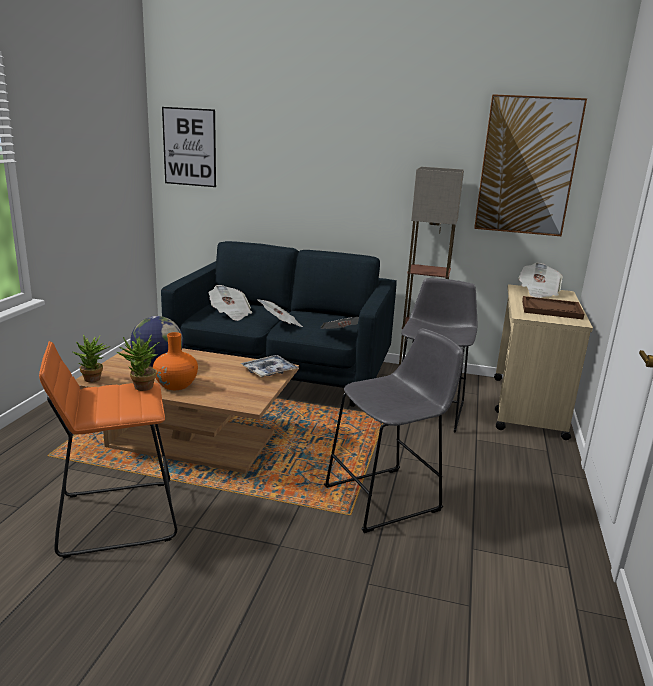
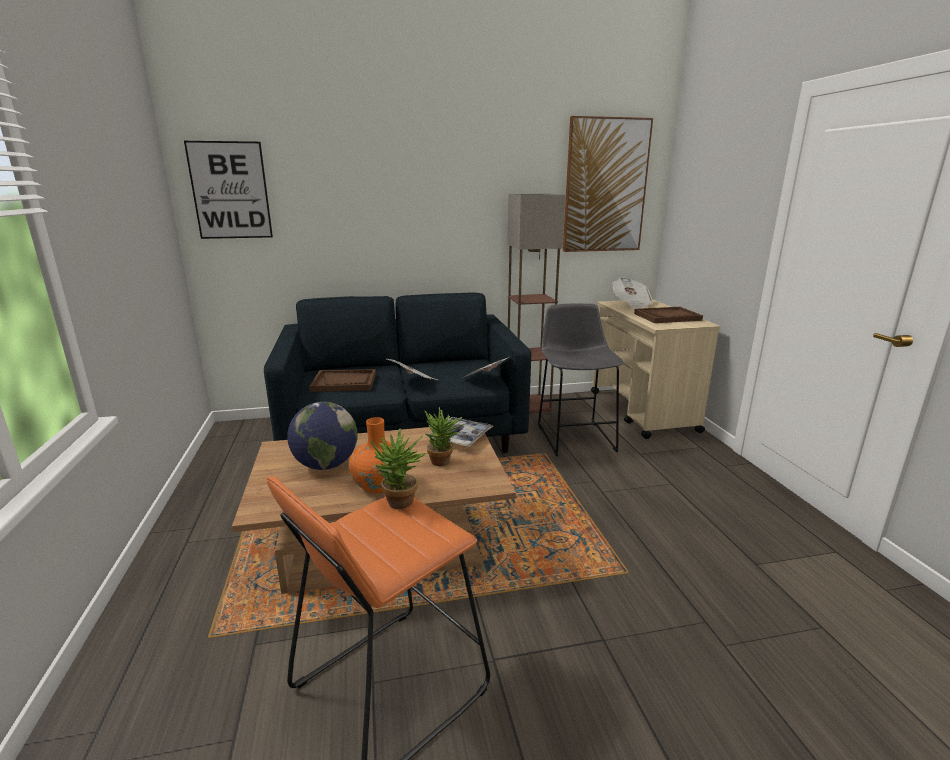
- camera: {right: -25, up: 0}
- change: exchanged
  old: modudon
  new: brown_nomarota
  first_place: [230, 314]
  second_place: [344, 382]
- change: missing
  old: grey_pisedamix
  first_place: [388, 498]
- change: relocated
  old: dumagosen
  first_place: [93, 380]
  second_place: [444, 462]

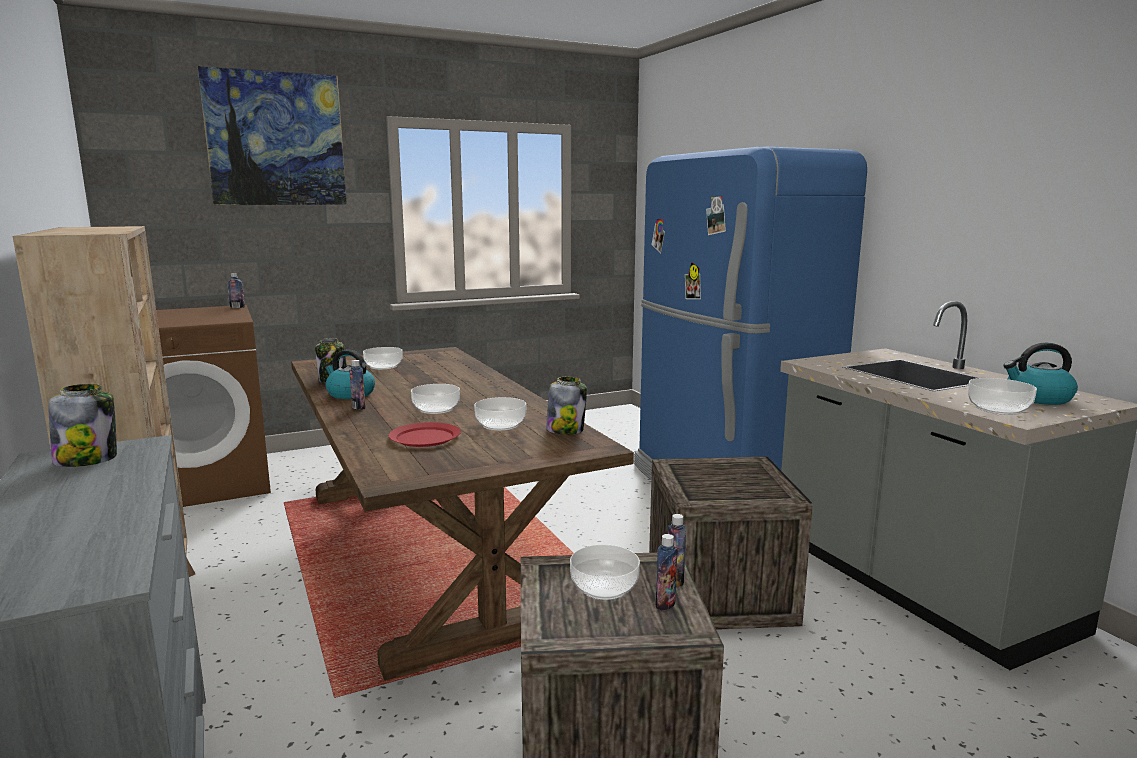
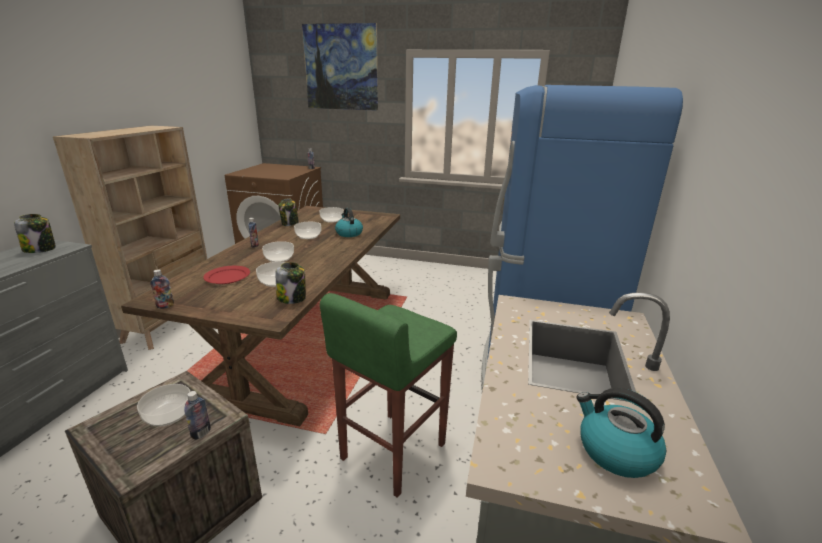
- camera: {right: 40, up: 10}
- change: relocated
  old: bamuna
  first_place: [350, 394]
  second_place: [349, 233]
- change: relocated
  old: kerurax
  first_place: [999, 409]
  second_place: [308, 236]
- change: exchanged
  old: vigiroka
  new: green_pisedamix
  first_place: [719, 594]
  second_place: [391, 451]
- change: relocated
  old: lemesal
  first_place: [665, 604]
  second_place: [165, 306]

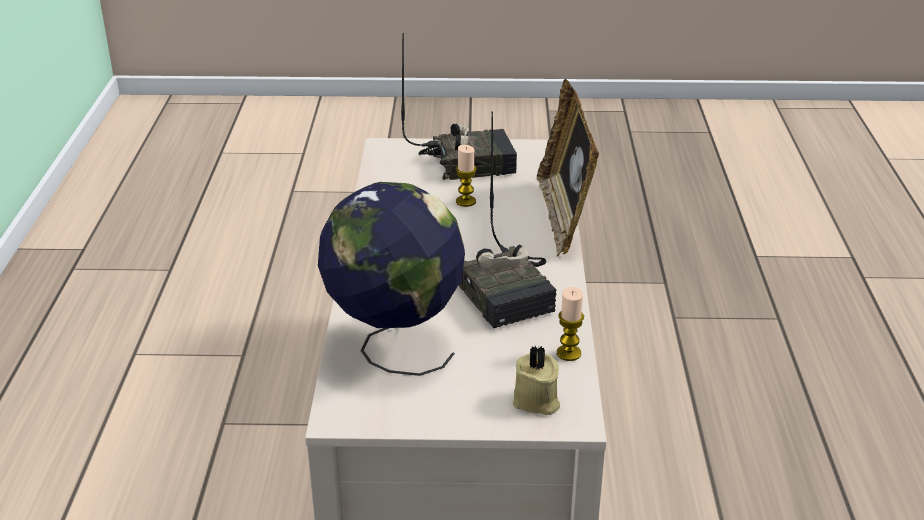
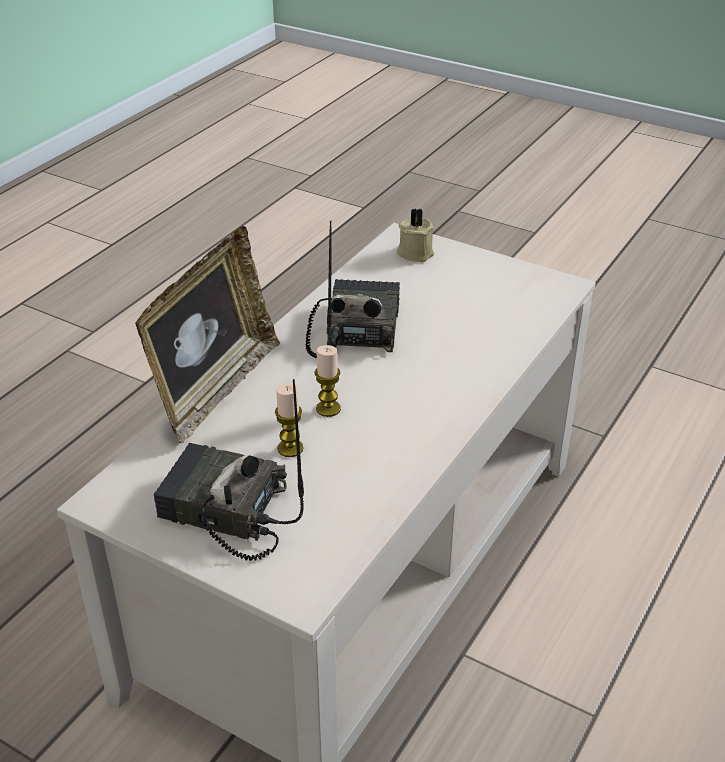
- camera: {right: -150, up: 5}
- change: missing
  old: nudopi
  first_place: [395, 346]
- change: relocated
  old: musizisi
  first_place: [568, 353]
  second_place: [328, 409]

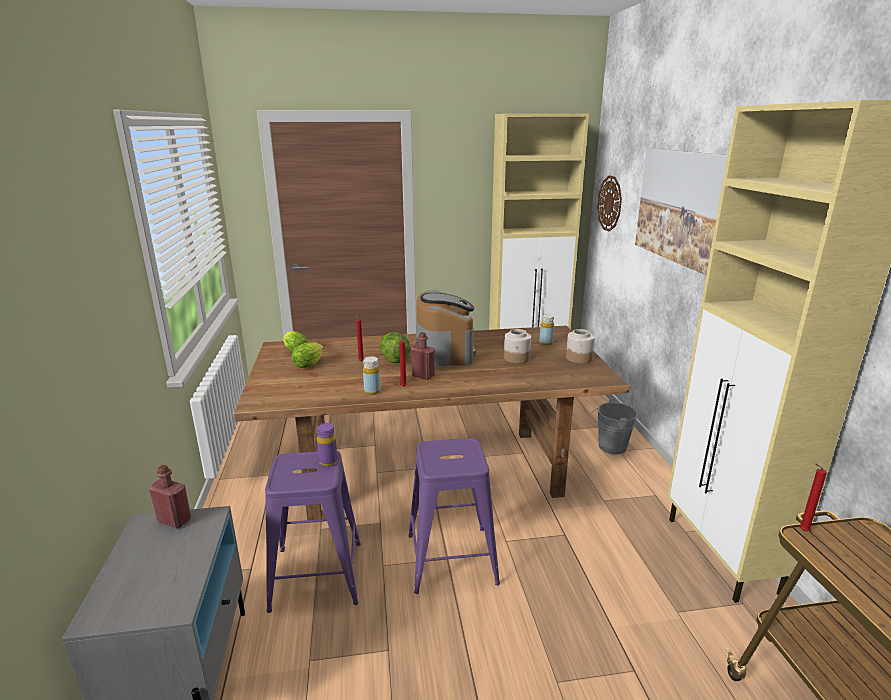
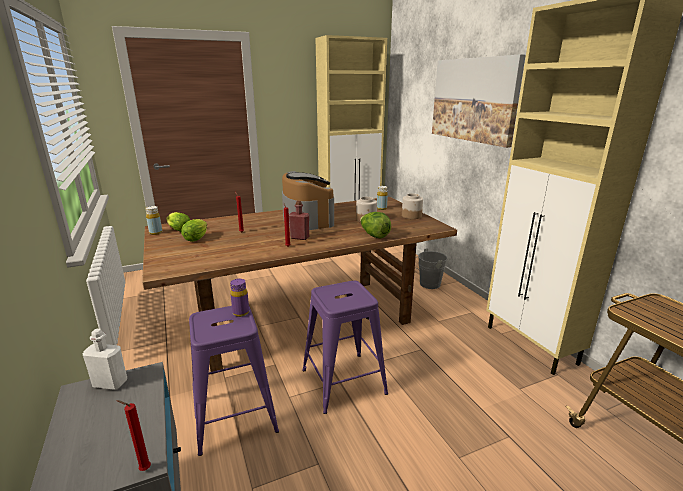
- camera: {right: -15, up: 0}
- change: missing
  old: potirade
  first_place: [610, 203]
- change: relocated
  old: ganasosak
  first_place: [394, 359]
  second_place: [374, 235]
- change: relocated
  old: yellow_lemesal
  first_place: [372, 391]
  second_place: [156, 232]
- change: relocated
  old: red_musizisi
  first_place: [802, 531]
  second_place: [143, 469]
- change: colour
  old: red_lemesal
  new: white_lemesal
  first_place: [174, 520]
  second_place: [110, 383]

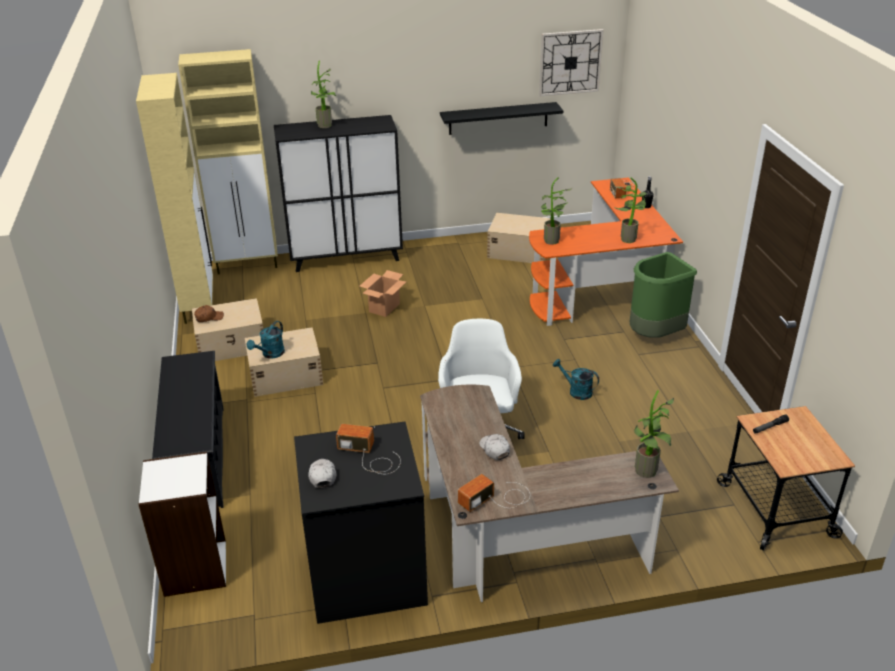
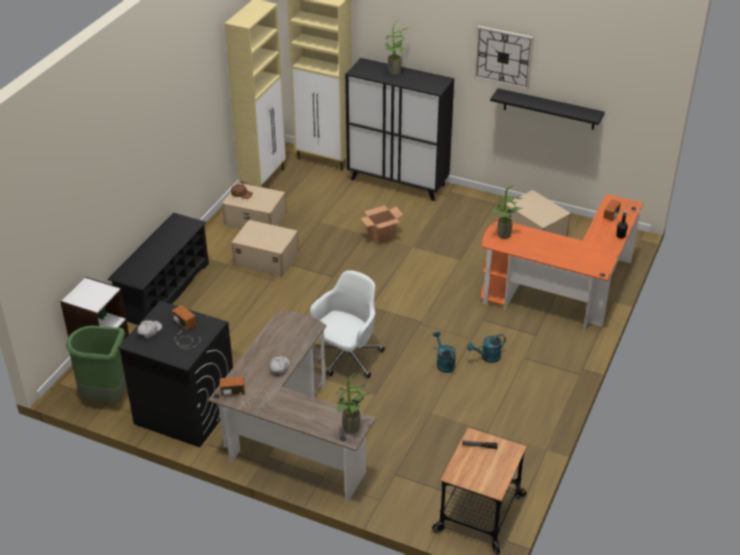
- camera: {right: 35, up: 5}
- change: relocated
  old: potirade
  first_place: [570, 62]
  second_place: [503, 57]
- change: missing
  old: dumagosen
  first_place: [628, 238]
- change: relocated
  old: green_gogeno
  first_place: [655, 335]
  second_place: [106, 396]
- change: relocated
  old: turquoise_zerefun
  first_place: [270, 354]
  second_place: [487, 357]

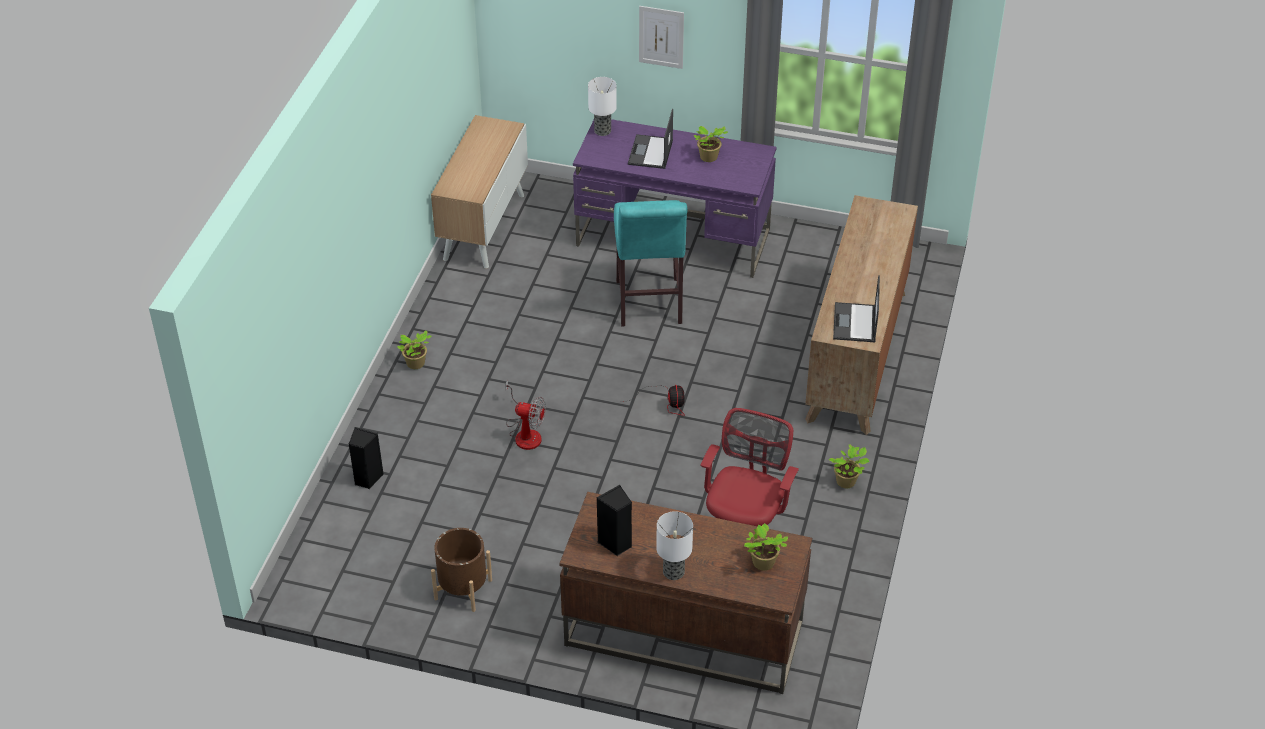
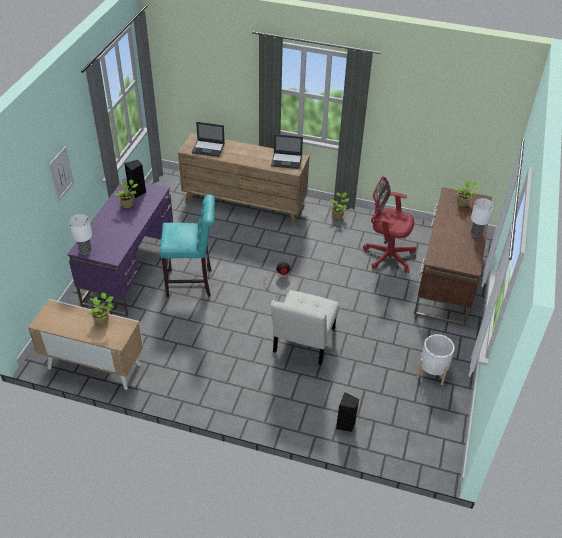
- camera: {right: -90, up: 0}
- change: relocated
  old: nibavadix
  first_place: [650, 153]
  second_place: [208, 148]
- change: relocated
  old: dumagosen
  first_place: [416, 364]
  second_place: [103, 320]
- change: exchanged
  old: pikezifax
  new: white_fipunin
  first_place: [525, 433]
  second_place: [302, 343]
- change: relocated
  old: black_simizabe
  first_place: [616, 543]
  second_place: [137, 192]
- change: colour
  old: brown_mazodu
  new: white_mazodu
  first_place: [463, 589]
  second_place: [432, 371]

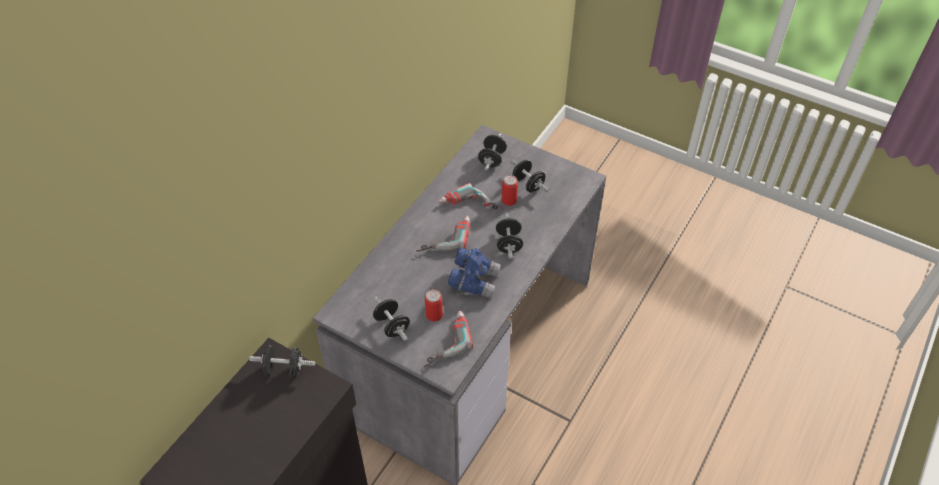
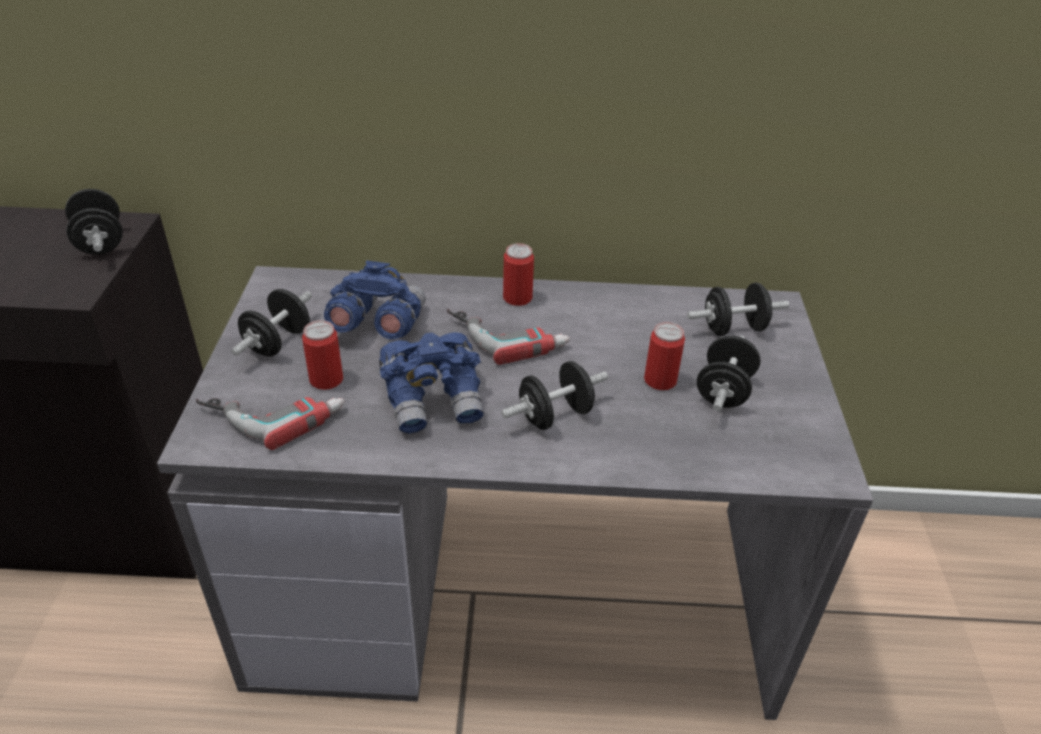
- camera: {right: 60, up: -10}
- change: missing
  old: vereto
  first_place: [469, 207]
- change: appeared
  new: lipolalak
  second_place: [517, 298]
- change: appeared
  new: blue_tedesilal
  second_place: [378, 326]

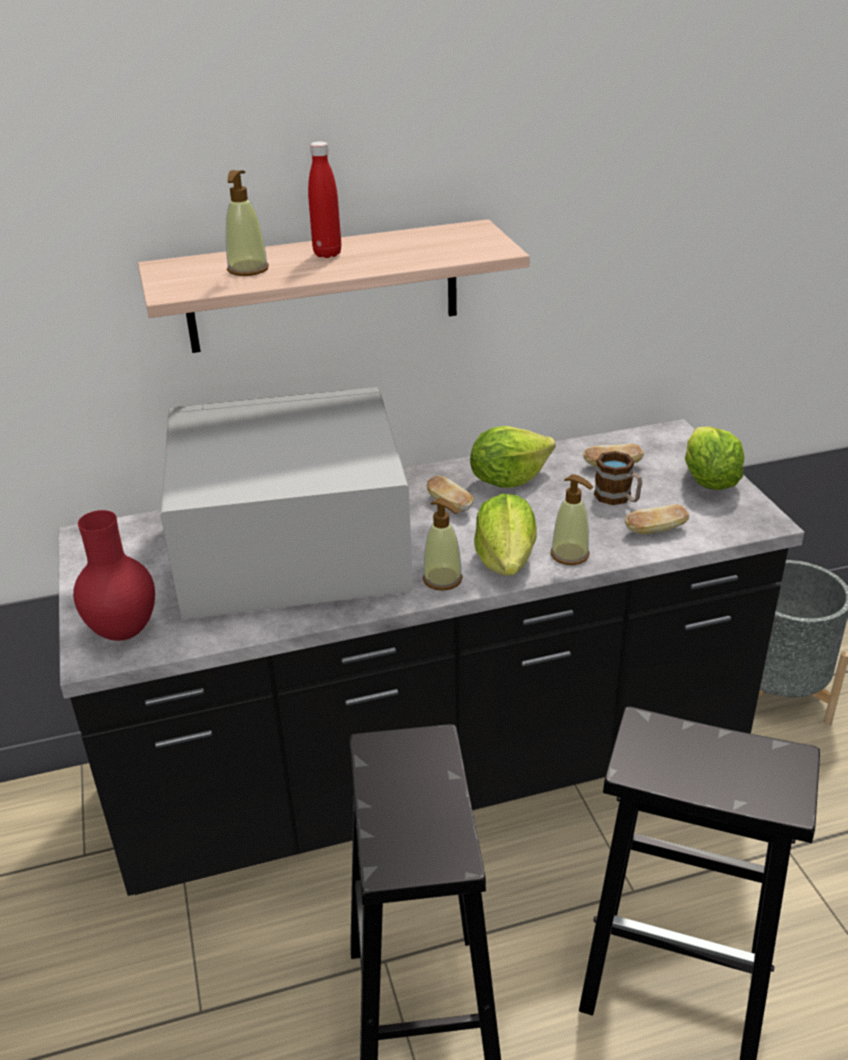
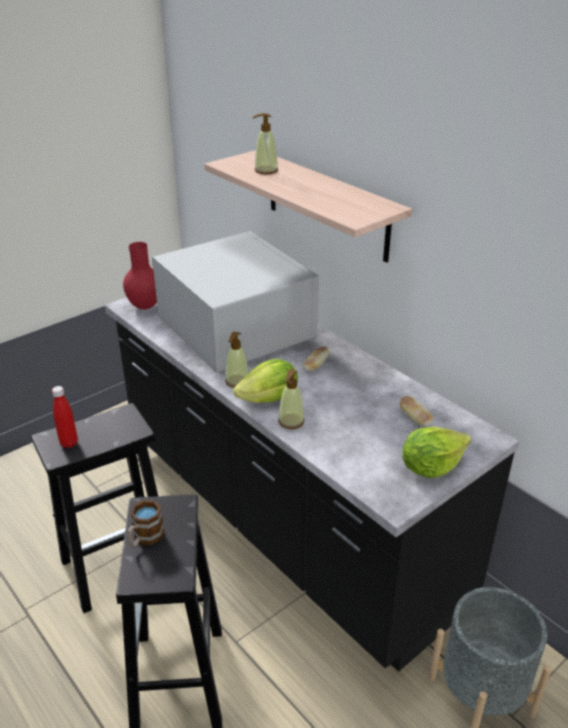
- camera: {right: 65, up: 0}
- change: relocated
  old: red_lemesal
  first_place: [327, 254]
  second_place: [69, 443]
- change: missing
  old: ganasosak
  first_place: [508, 479]
- change: relocated
  old: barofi
  first_place: [618, 498]
  second_place: [145, 538]
- change: missing
  old: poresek
  first_place: [655, 530]

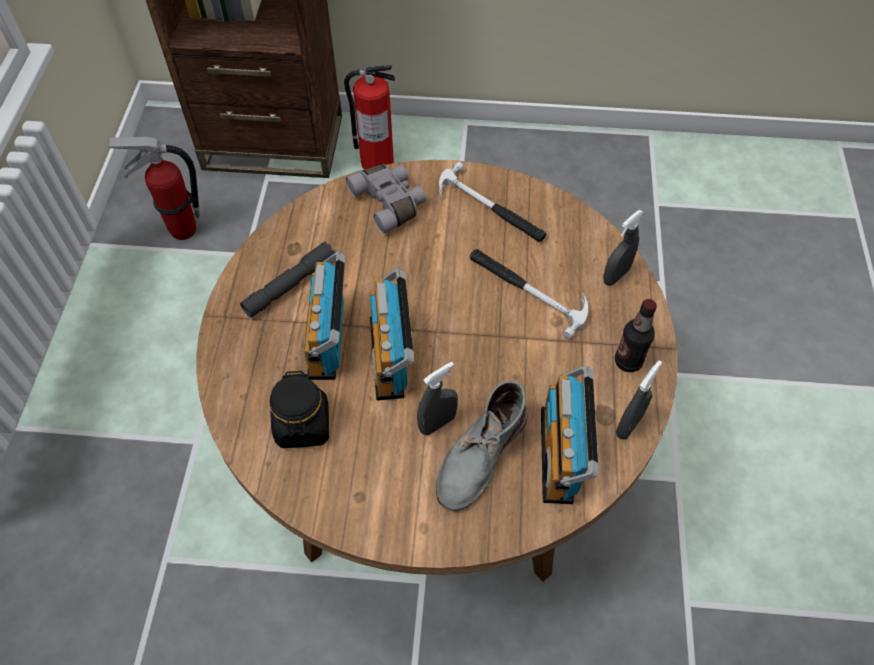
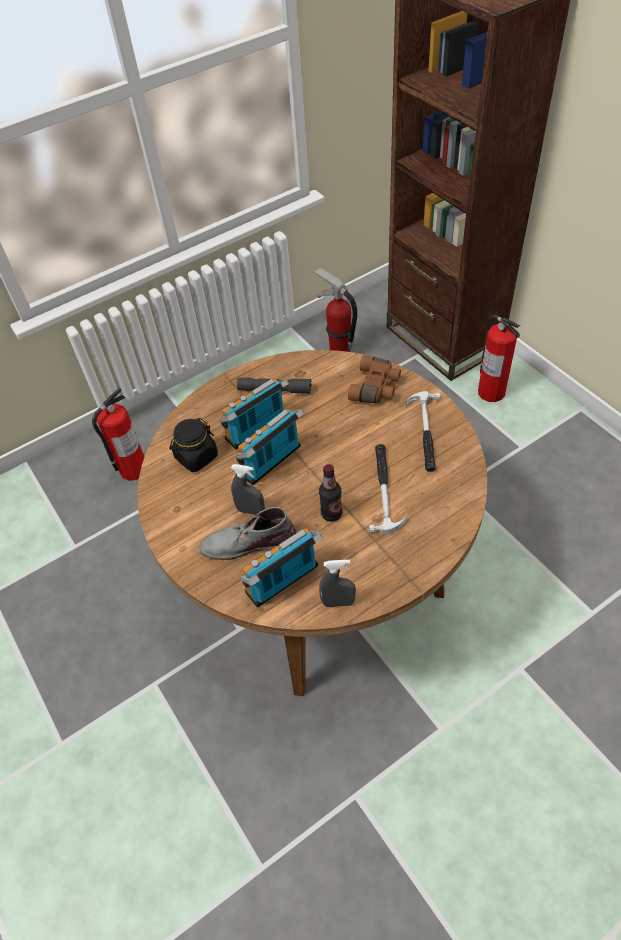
- camera: {right: 55, up: -5}
- change: colour
  old: grey_tedesilal
  new: brown_tedesilal
  first_place: [390, 203]
  second_place: [376, 388]
- change: missing
  old: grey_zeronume
  first_place: [616, 276]
- change: relocated
  old: lemesal
  first_place: [628, 361]
  second_place: [331, 513]
- change: appeared
  new: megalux
  second_place: [133, 470]

